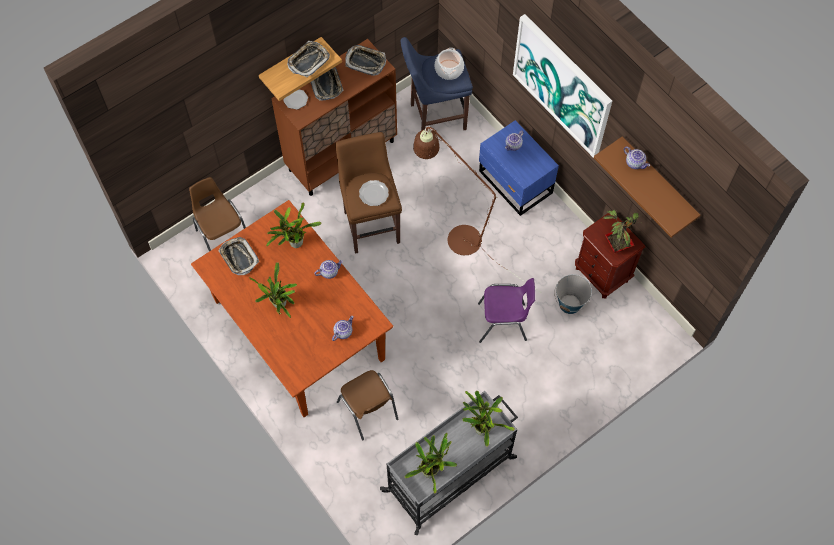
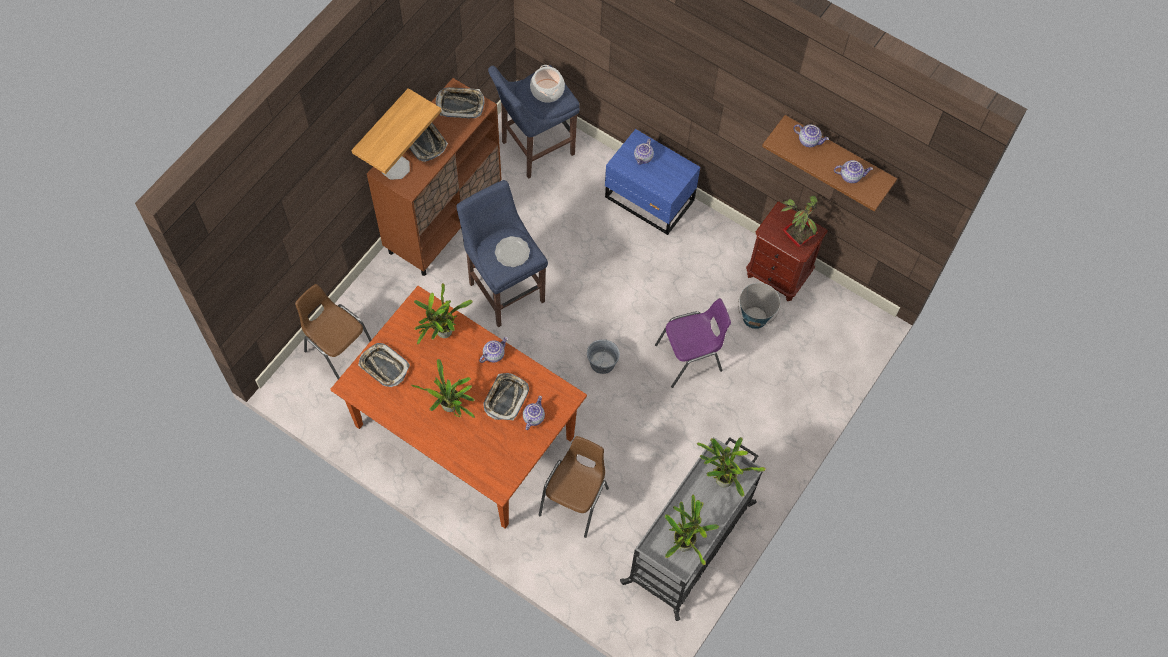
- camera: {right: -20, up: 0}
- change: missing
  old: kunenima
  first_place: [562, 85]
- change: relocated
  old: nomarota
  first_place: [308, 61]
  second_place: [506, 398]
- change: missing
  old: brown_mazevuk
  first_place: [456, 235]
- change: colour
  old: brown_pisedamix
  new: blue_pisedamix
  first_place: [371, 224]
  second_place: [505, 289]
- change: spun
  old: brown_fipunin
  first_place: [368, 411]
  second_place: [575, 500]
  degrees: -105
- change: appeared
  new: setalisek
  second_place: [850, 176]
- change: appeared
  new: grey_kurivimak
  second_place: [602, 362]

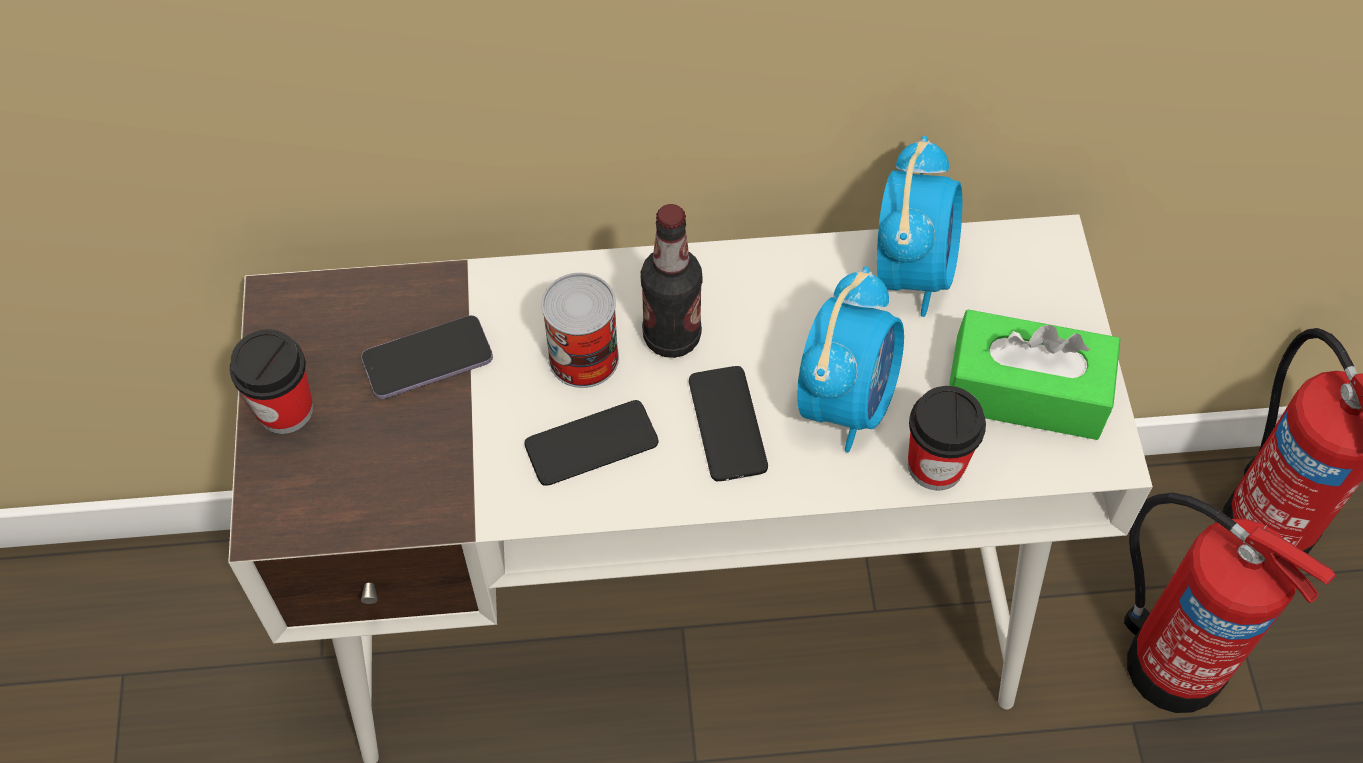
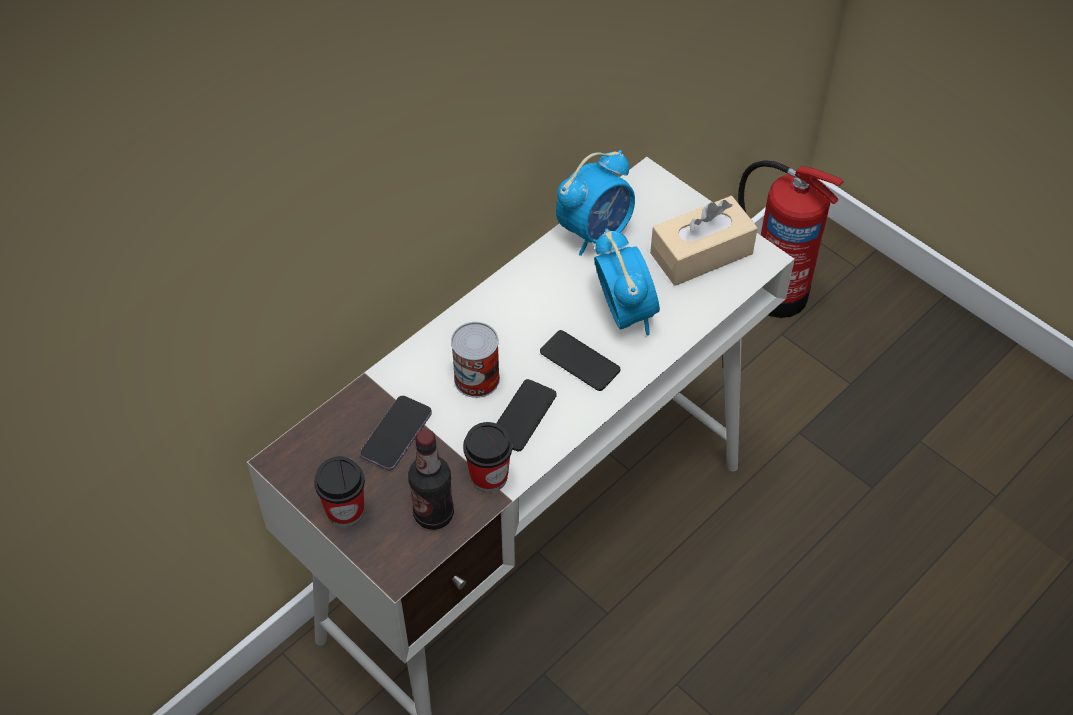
- camera: {right: -40, up: -5}
- change: spun
  old: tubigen
  first_place: [912, 270]
  second_place: [595, 232]
  degrees: 75
- change: relocated
  old: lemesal
  first_place: [672, 336]
  second_place: [433, 514]
- change: colour
  old: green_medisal
  new: beige_medisal
  first_place: [1026, 392]
  second_place: [701, 253]
- change: relocated
  old: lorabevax
  first_place: [935, 465]
  second_place: [489, 476]
- change: missing
  old: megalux
  first_place: [1169, 660]

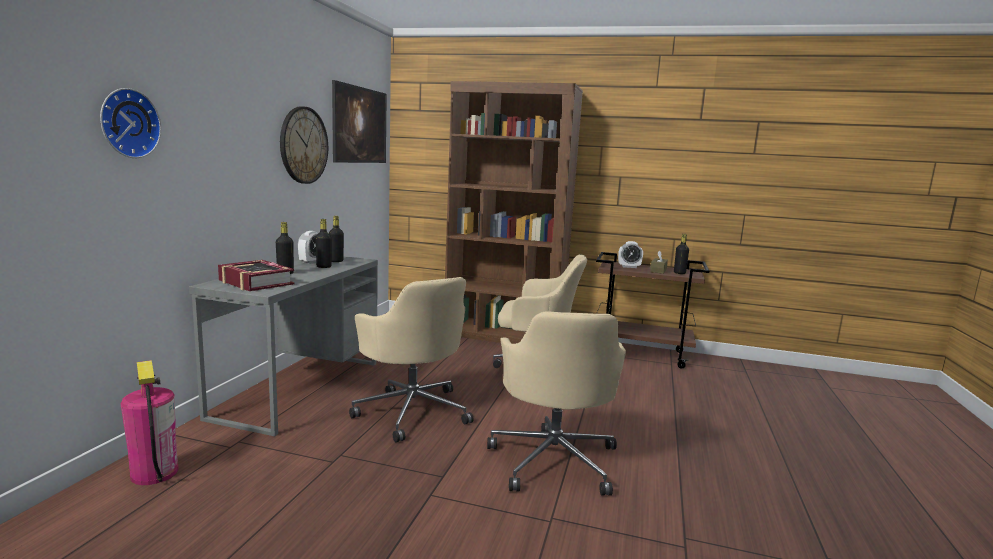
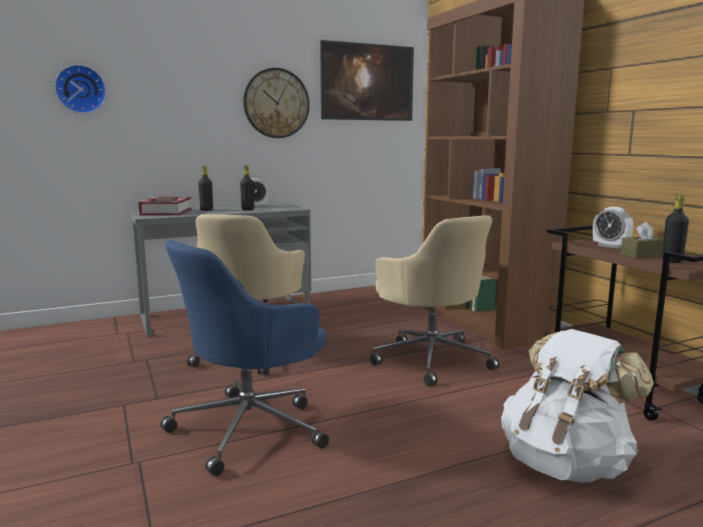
- camera: {right: 50, up: 0}
- change: missing
  old: black_lemesal
  first_place: [336, 261]
- change: colour
  old: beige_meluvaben
  new: blue_meluvaben
  first_place: [554, 459]
  second_place: [251, 428]
- change: missing
  old: megalux
  first_place: [154, 473]
- change: appeared
  new: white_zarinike
  second_place: [565, 463]

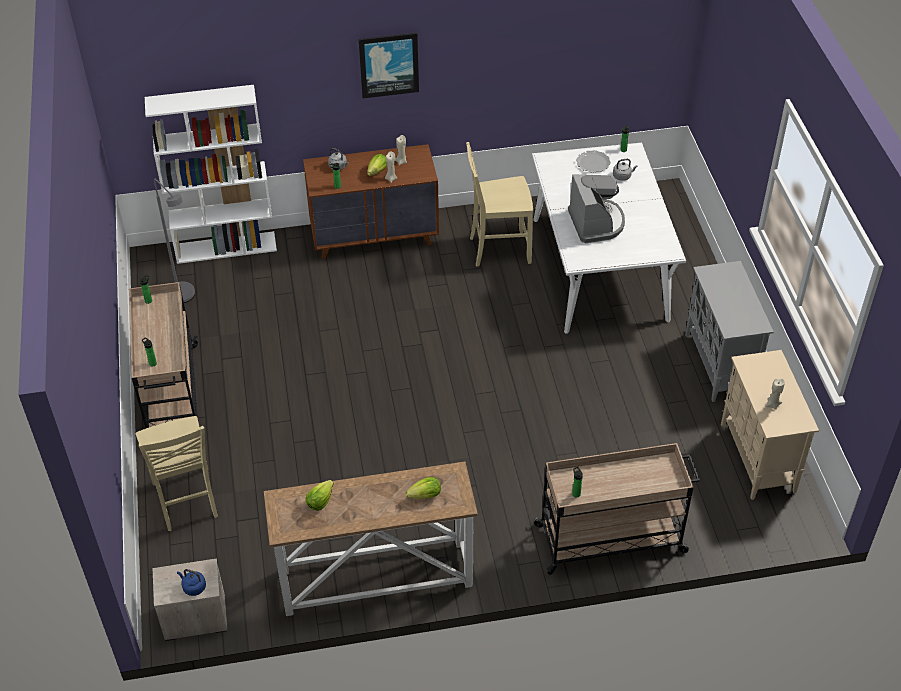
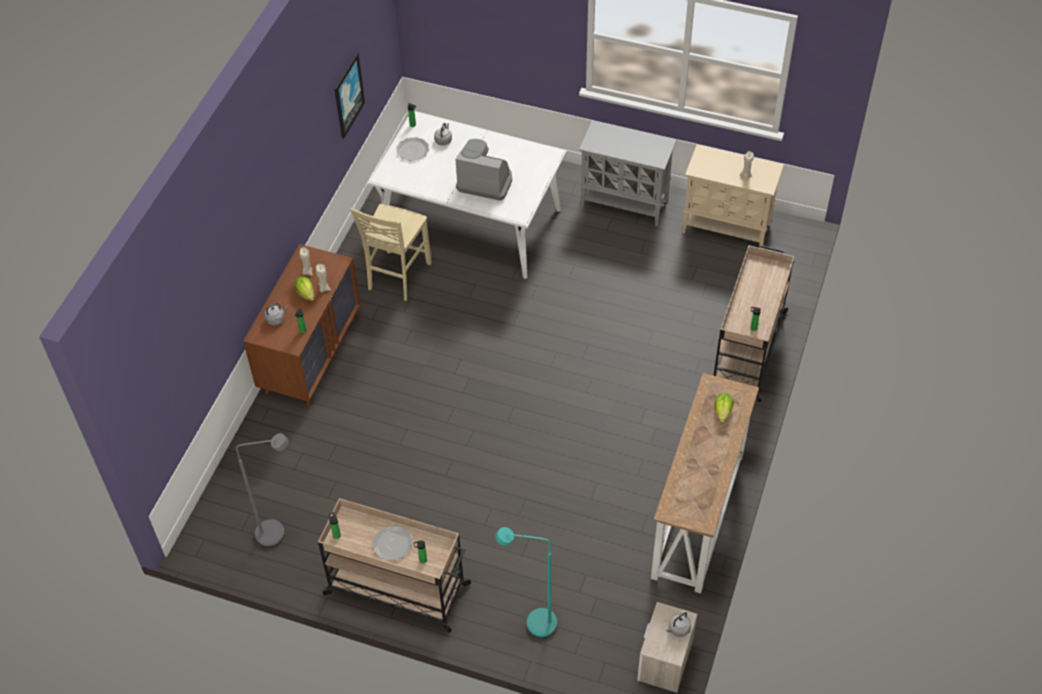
- camera: {right: -60, up: 5}
- change: relocated
  old: kunenima
  first_place: [389, 64]
  second_place: [348, 95]
- change: missing
  old: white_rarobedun
  first_place: [226, 247]
- change: exchanged
  old: beige_fipunin
  new: turquoise_mazevuk
  first_place: [186, 500]
  second_place: [533, 623]
- change: missing
  old: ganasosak
  first_place: [320, 501]
- change: colour
  old: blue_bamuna
  new: grey_bamuna
  first_place: [193, 587]
  second_place: [678, 629]
- change: appeared
  new: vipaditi
  second_place: [392, 544]

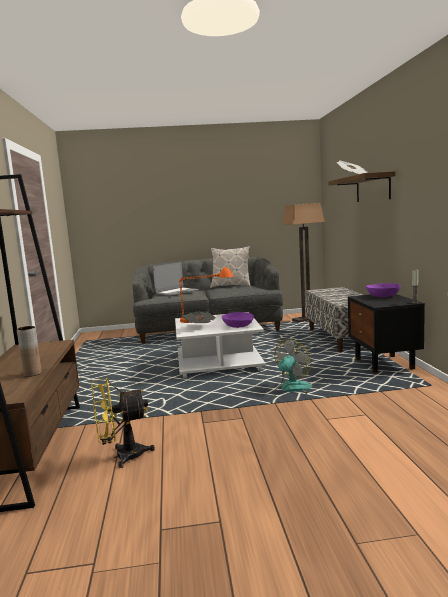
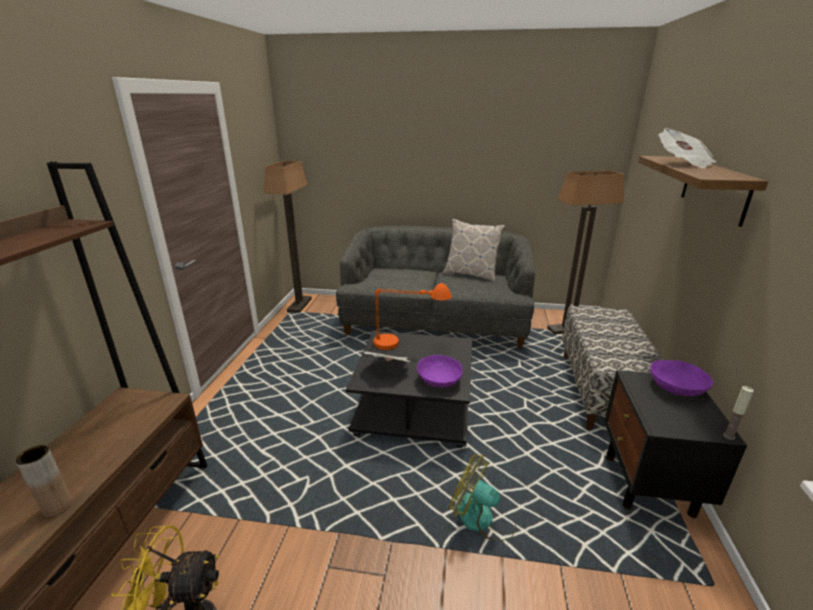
- camera: {right: 15, up: 15}
- change: missing
  old: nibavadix
  first_place: [177, 292]
- change: colour
  old: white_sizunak
  new: black_sizunak
  first_place: [219, 362]
  second_place: [416, 407]
- change: spun
  old: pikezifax
  first_place: [291, 390]
  second_place: [483, 517]
  degrees: -120
- change: appeared
  new: mazevuk
  second_place: [299, 305]

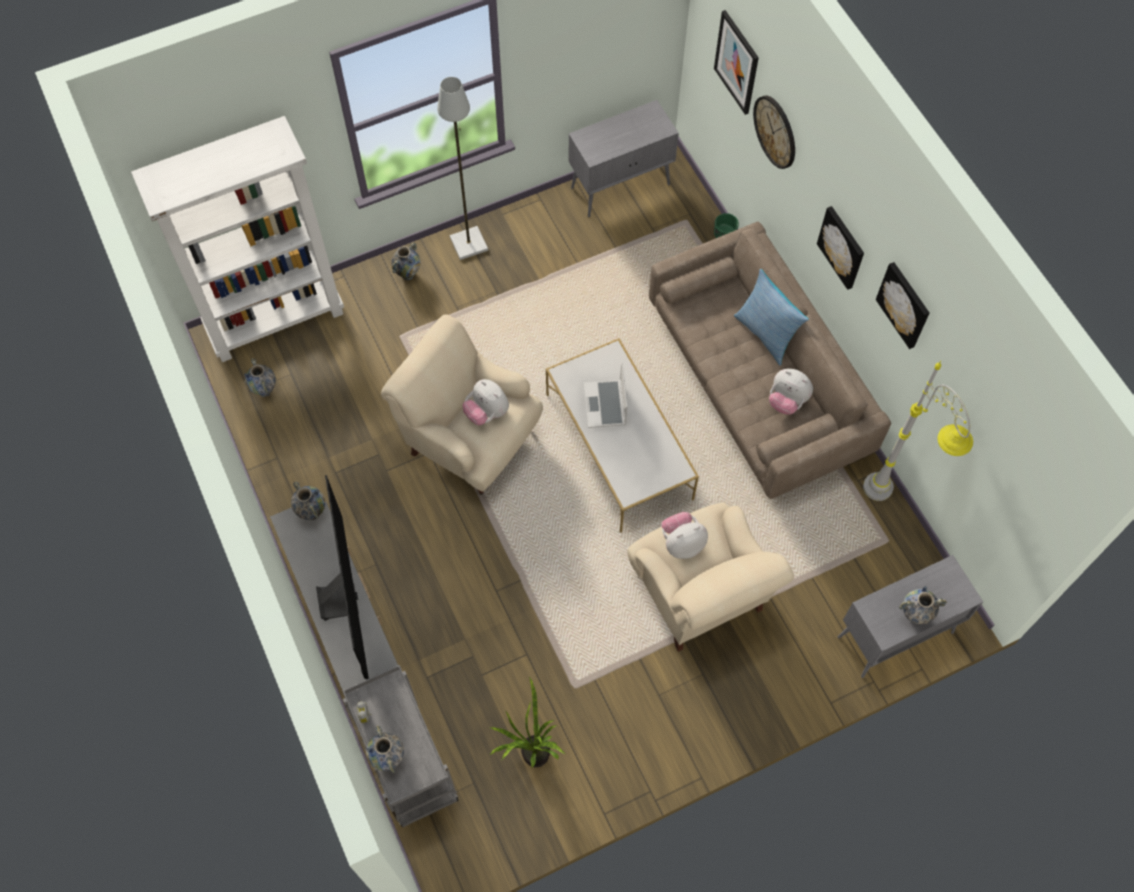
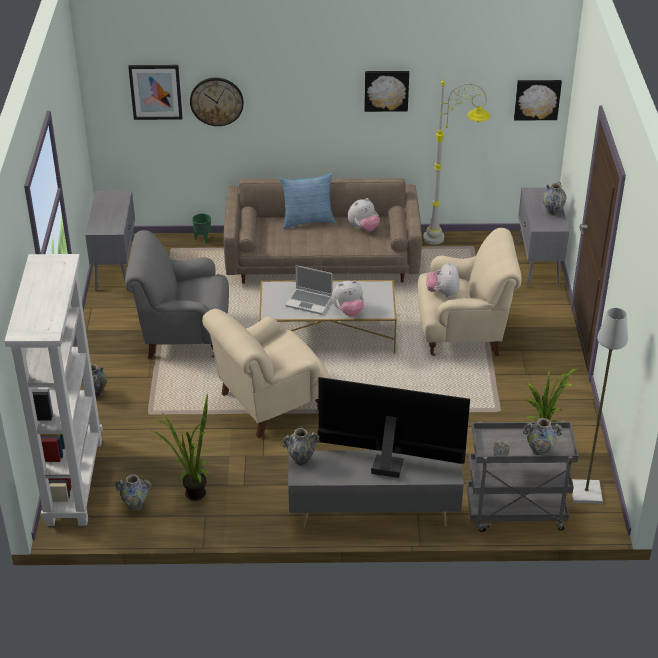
- camera: {right: -65, up: -25}
- change: relocated
  old: grey_mazevuk
  first_place: [469, 243]
  second_place: [585, 492]
- change: relocated
  old: kunenima
  first_place: [842, 247]
  second_place: [537, 99]
- change: relocated
  old: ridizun
  first_place: [487, 412]
  second_place: [348, 311]
- change: appeared
  new: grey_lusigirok
  second_place: [183, 335]
- change: appeared
  new: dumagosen
  second_place: [190, 493]

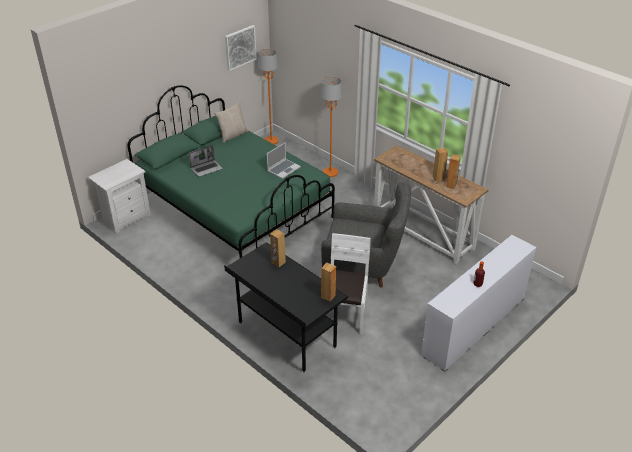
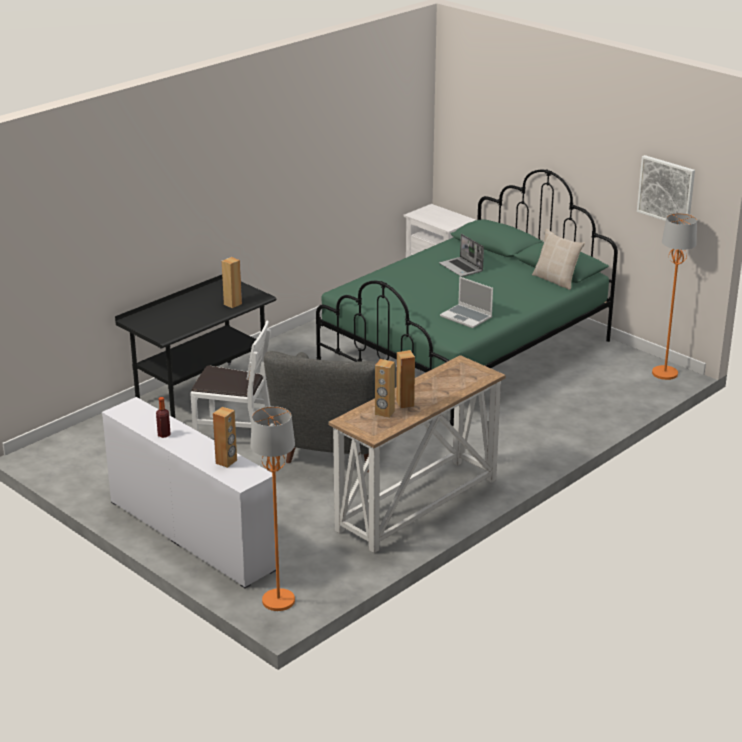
- camera: {right: 90, up: -10}
- change: relocated
  old: orange_mazevuk
  first_place: [330, 172]
  second_place: [278, 601]
- change: relocated
  old: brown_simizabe
  first_place: [328, 296]
  second_place: [226, 462]

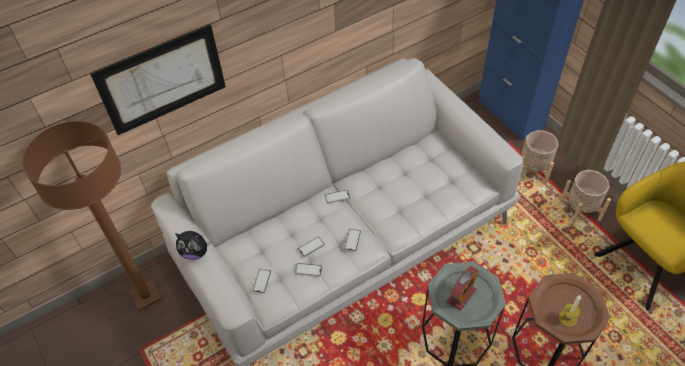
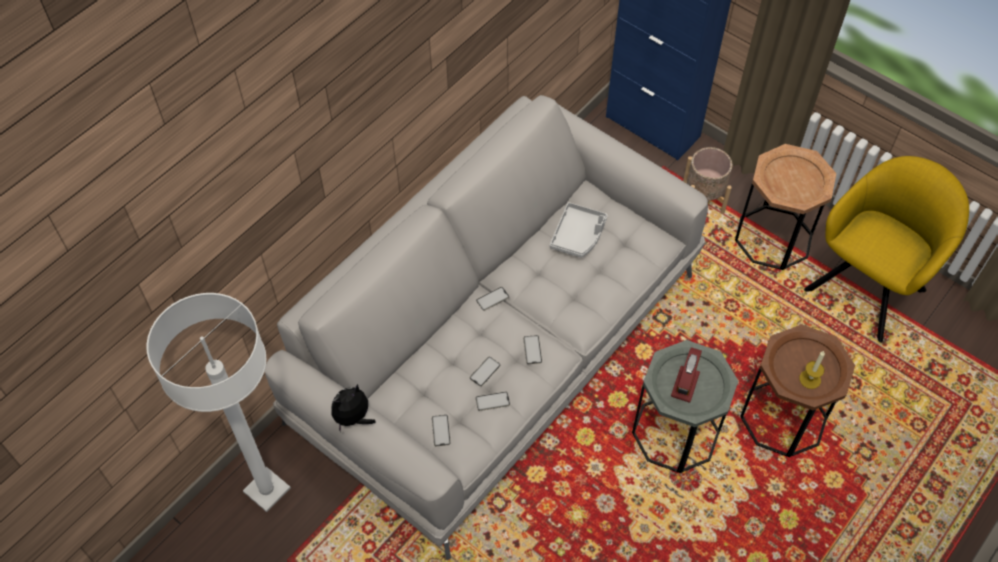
- camera: {right: -20, up: 5}
- change: missing
  old: kunenima
  first_place: [162, 80]
- change: colour
  old: brown_mazevuk
  new: white_mazevuk
  first_place: [146, 296]
  second_place: [267, 490]
- change: exchanged
  old: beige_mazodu
  new: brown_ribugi
  first_place: [580, 210]
  second_place: [773, 238]
- change: spun
  old: ridizun
  first_place: [195, 252]
  second_place: [353, 418]
  degrees: 150
- change: appeared
  new: grey_nomarota
  second_place: [578, 235]

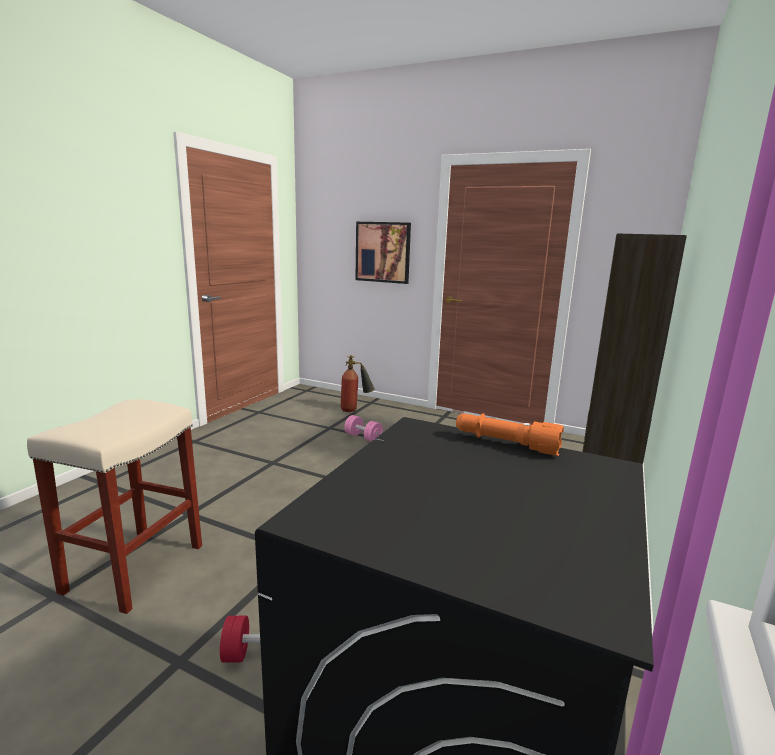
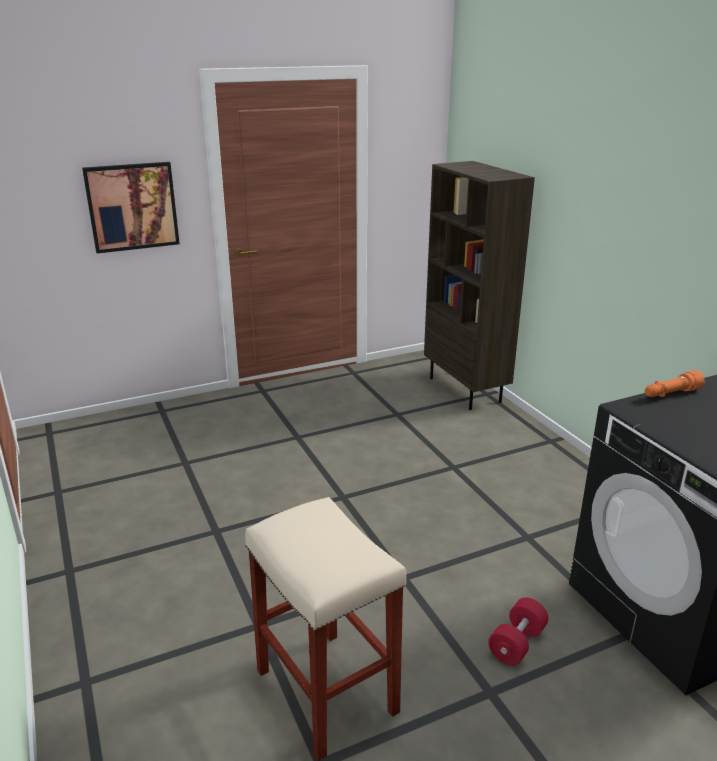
- camera: {right: -50, up: 10}
- change: missing
  old: megalux
  first_place: [355, 409]
- change: missing
  old: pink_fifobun
  first_place: [363, 437]

